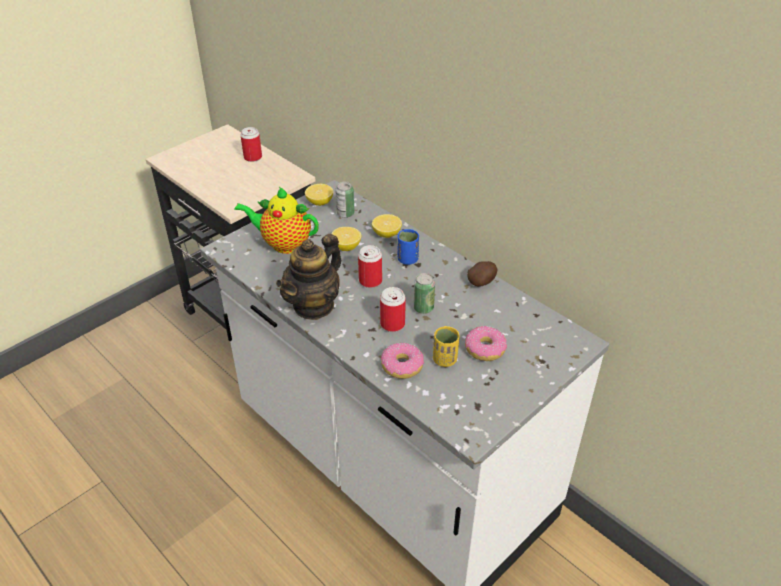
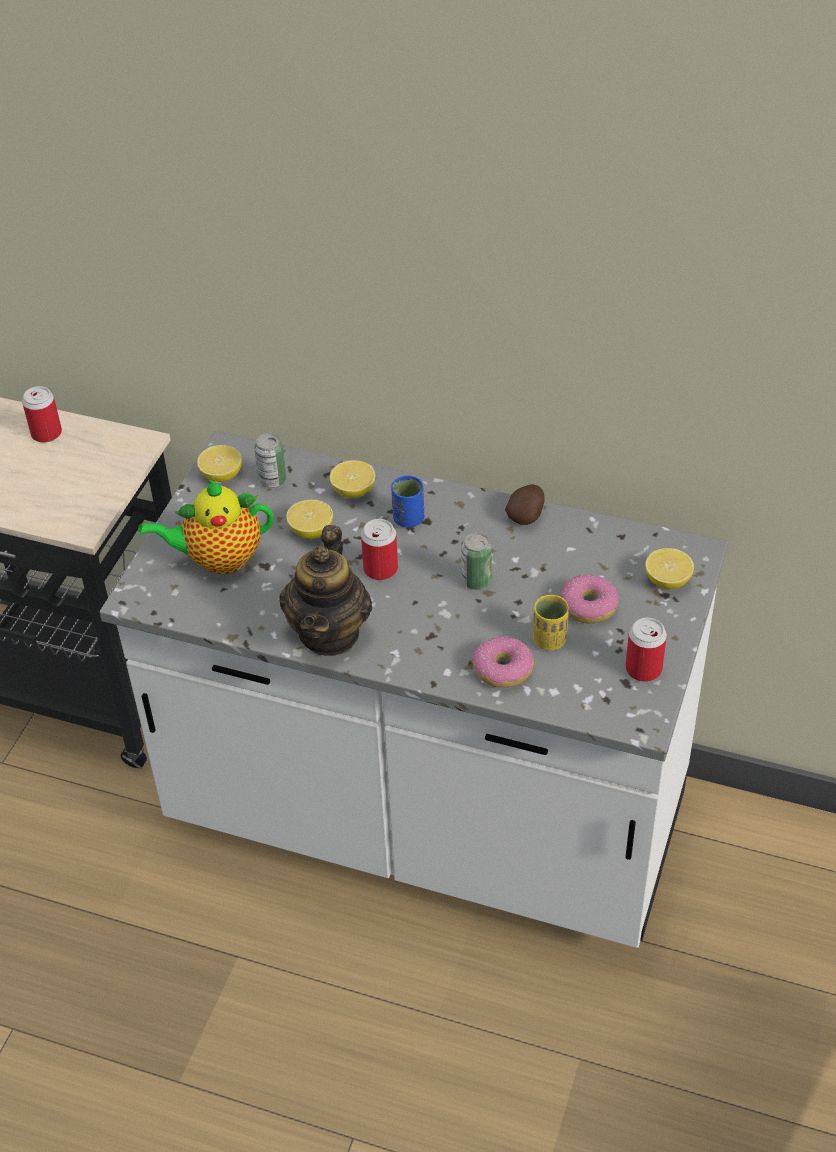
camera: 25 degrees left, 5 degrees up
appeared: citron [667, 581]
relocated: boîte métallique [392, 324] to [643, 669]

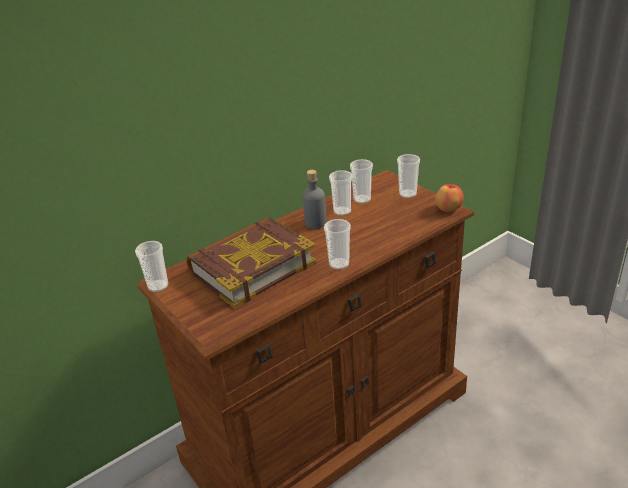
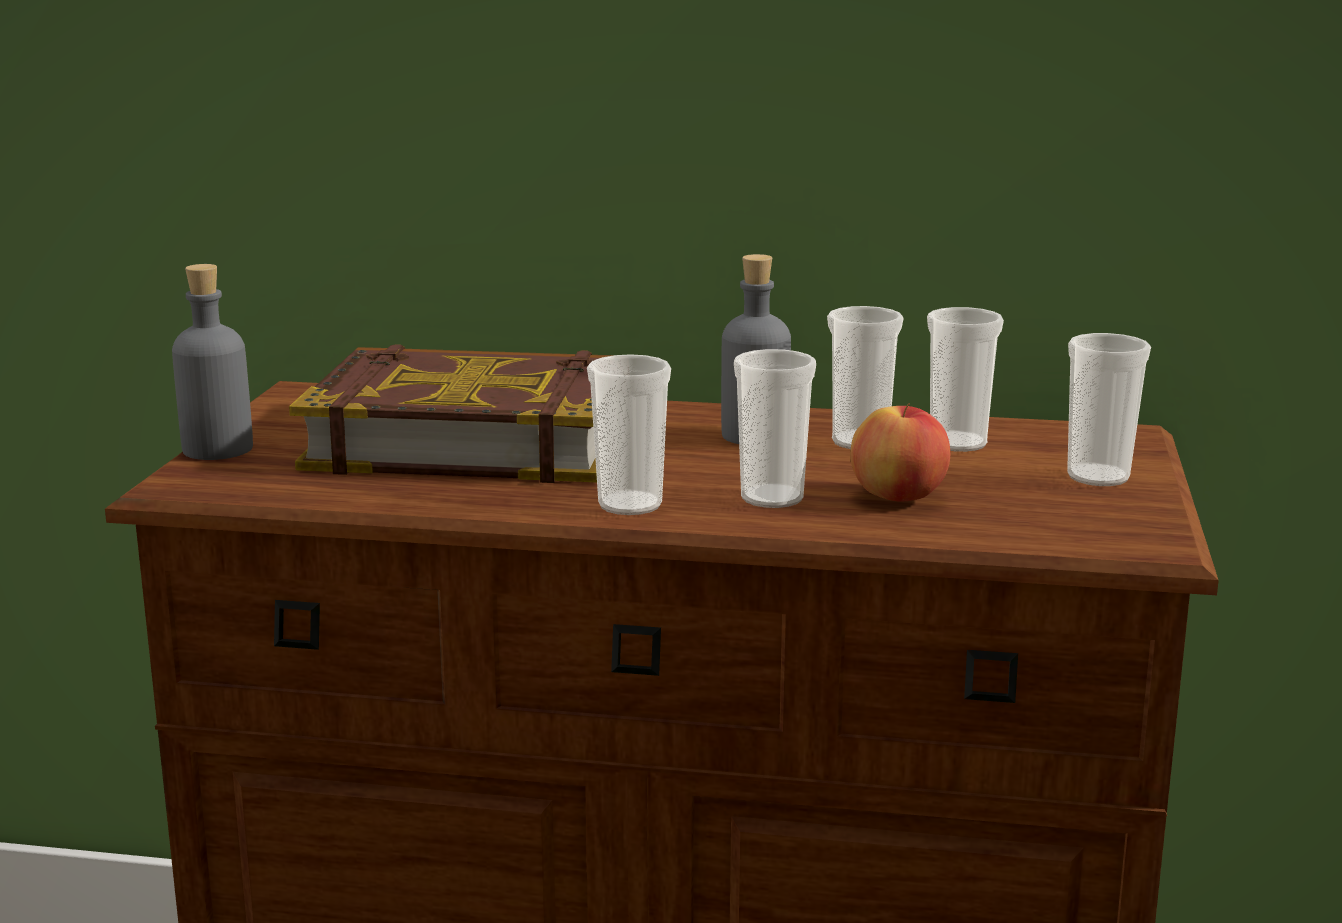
camera: 45 degrees right, 15 degrees down
appeared: bouteille (gris) [217, 449]
relocated: pomme [448, 209] to [899, 497]; tasse [158, 286] to [772, 498]

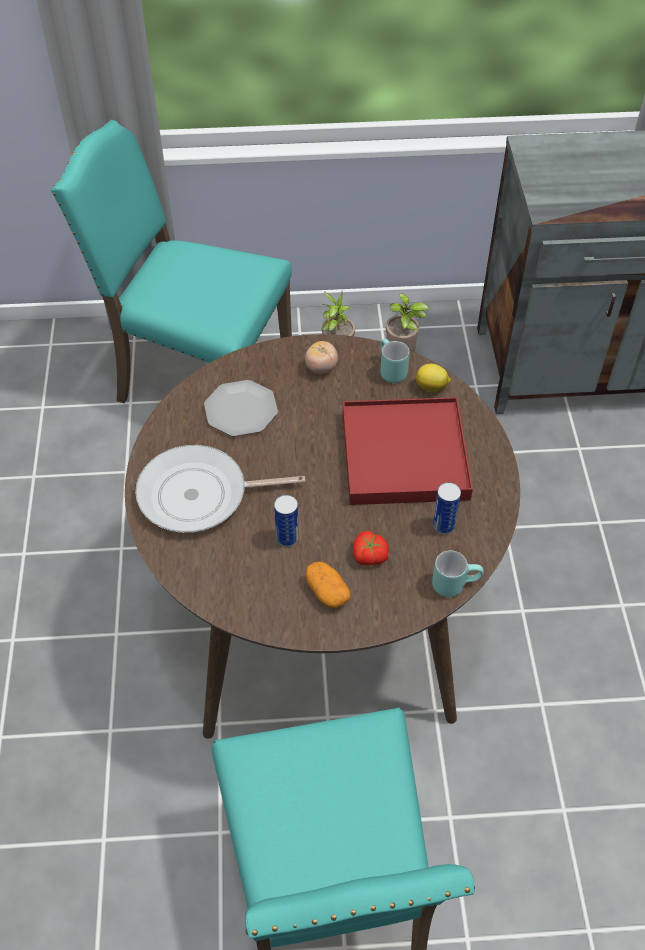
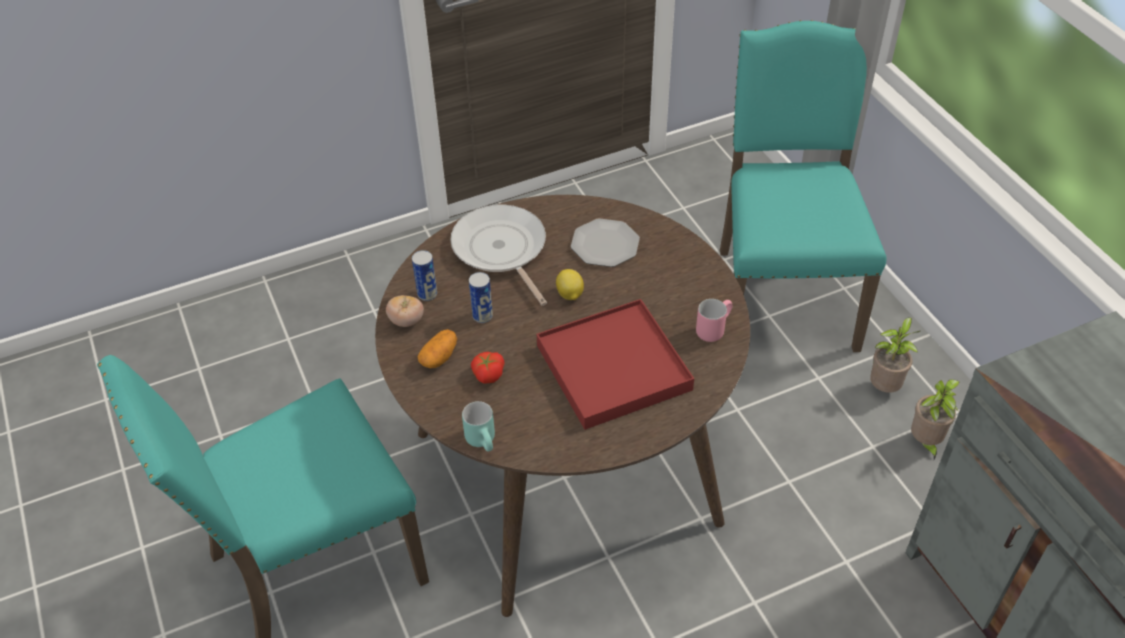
camera: 70 degrees right, 5 degrees down
relocated: tomate [321, 368] to [406, 321]; citron [431, 387] to [569, 295]; boîte métallique [443, 526] to [427, 294]
colour: mug (turquoise) [389, 370] to mug (rose) [712, 328]

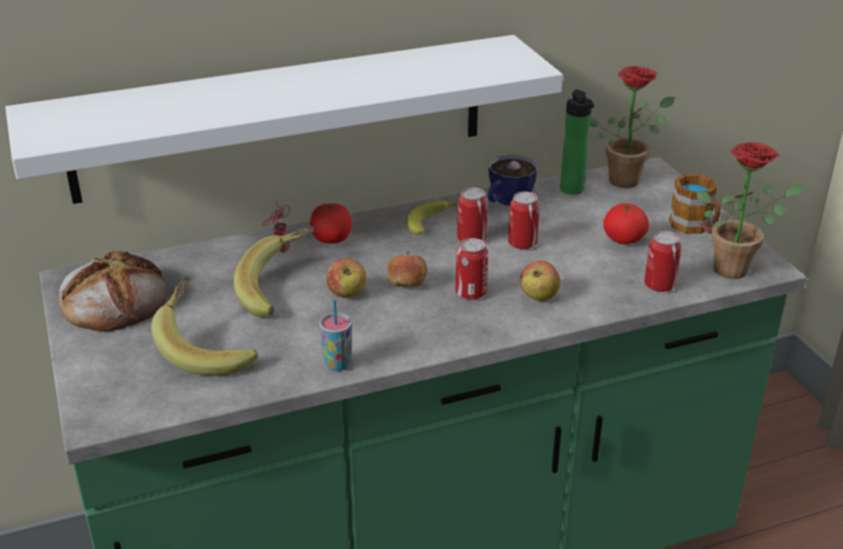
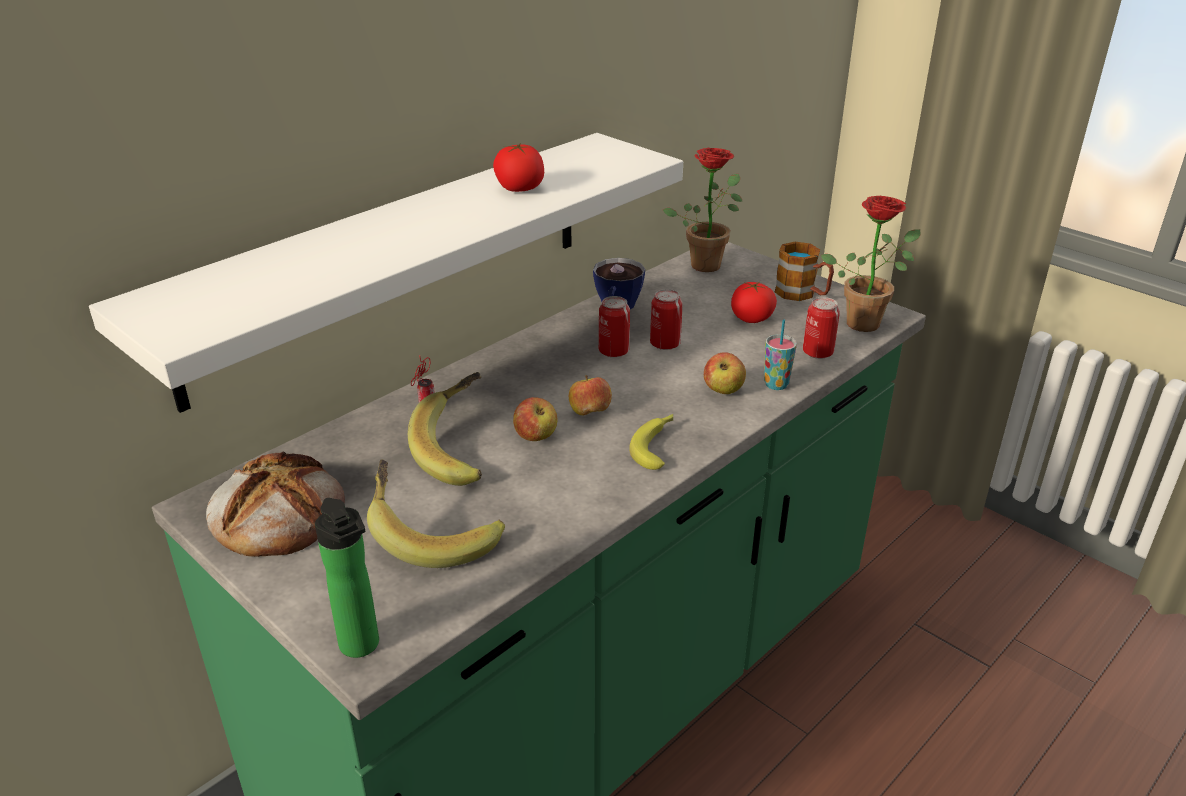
camera: 25 degrees left, 0 degrees up
missing: boîte métallique [471, 293]
relocated: bouteille [573, 191] to [362, 647]; banane [433, 220] to [657, 446]; tomate [331, 239] to [520, 189]; tasse [337, 364] to [776, 384]

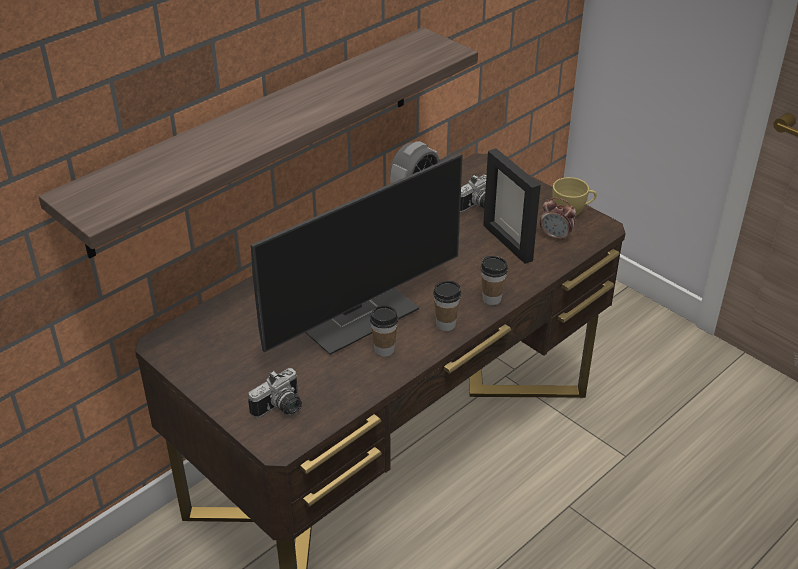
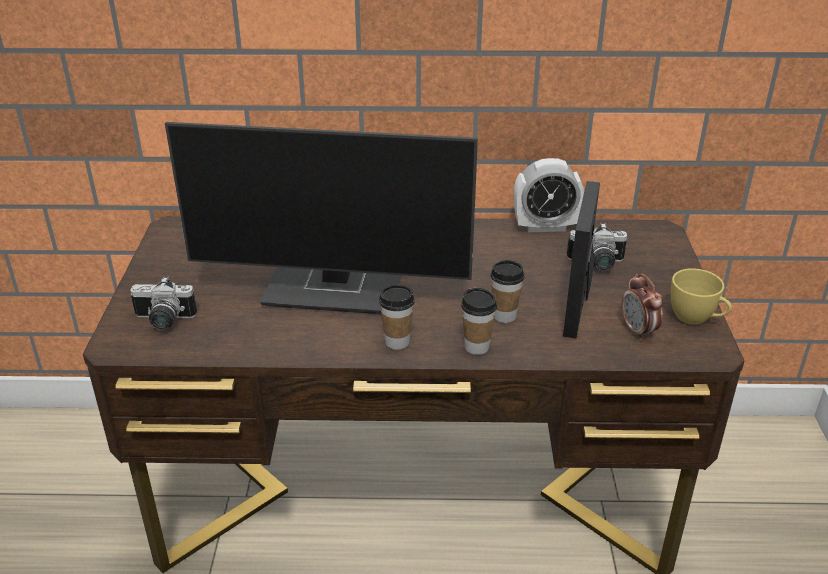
camera: 45 degrees right, 5 degrees down
missing: étagère [257, 137]
relocated: tasse [384, 350] to [504, 316]

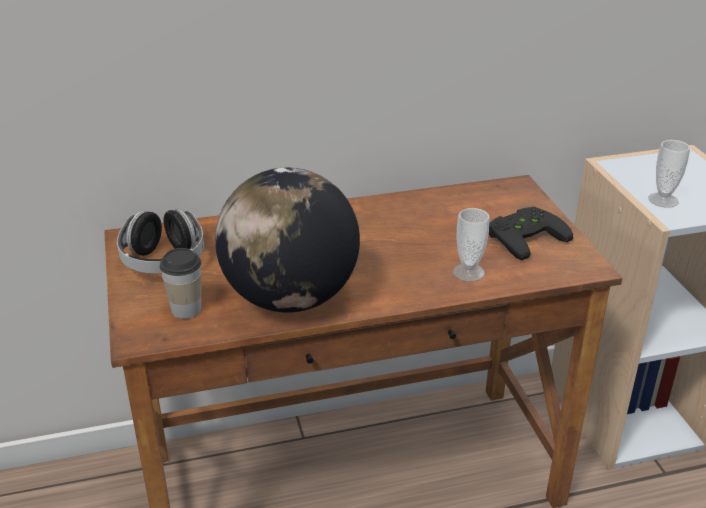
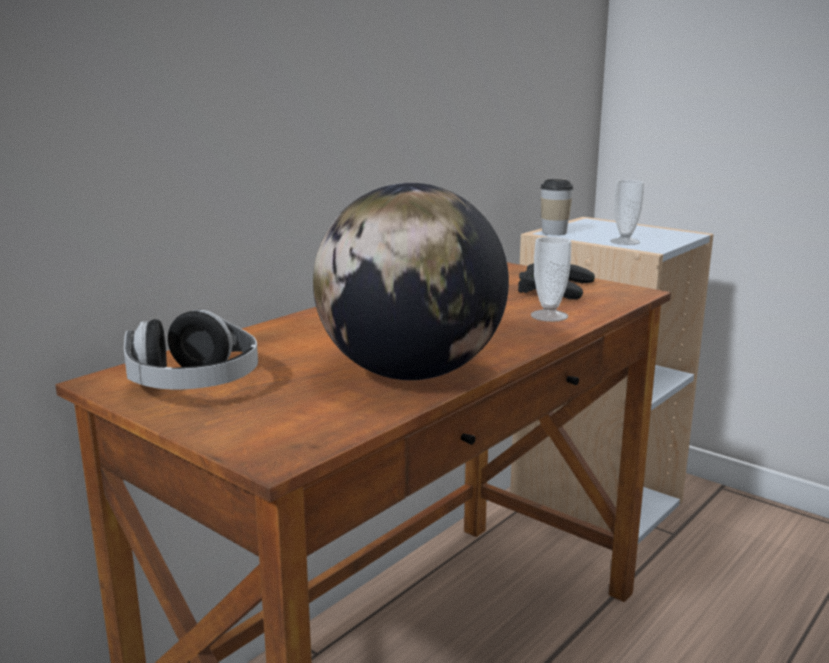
camera: 35 degrees left, 15 degrees down
relocated: tasse [186, 309] to [554, 232]

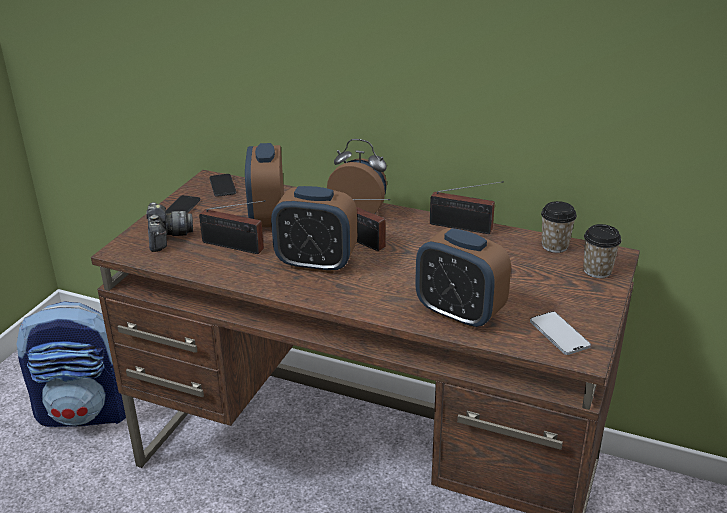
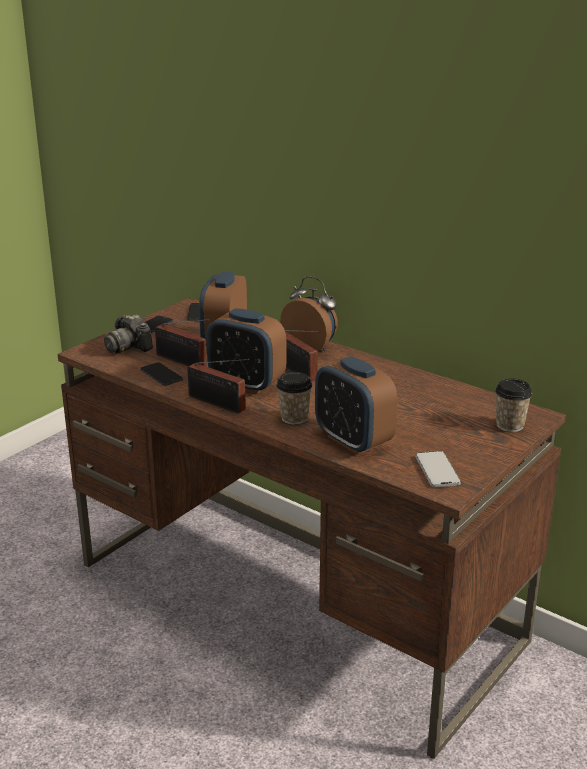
camera: 15 degrees right, 5 degrees down
missing: sac à dos [87, 412]
appeared: téléphone [161, 375]
relocated: radio [464, 227] to [219, 404]; tasse [554, 246] to [294, 418]
spun: appareil photo [167, 237] = [128, 347] 135 degrees clockwise

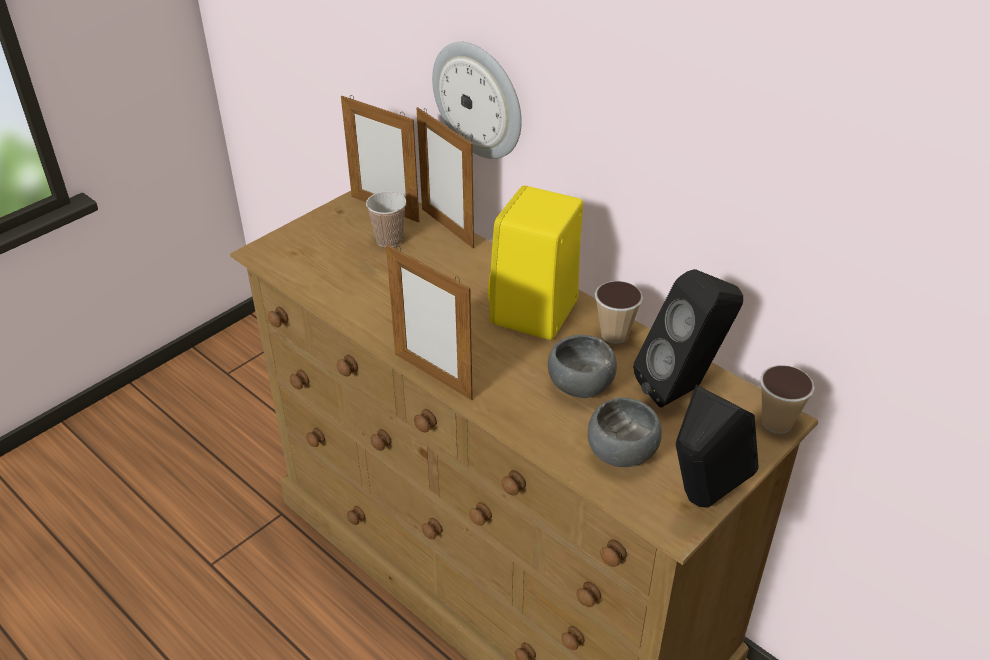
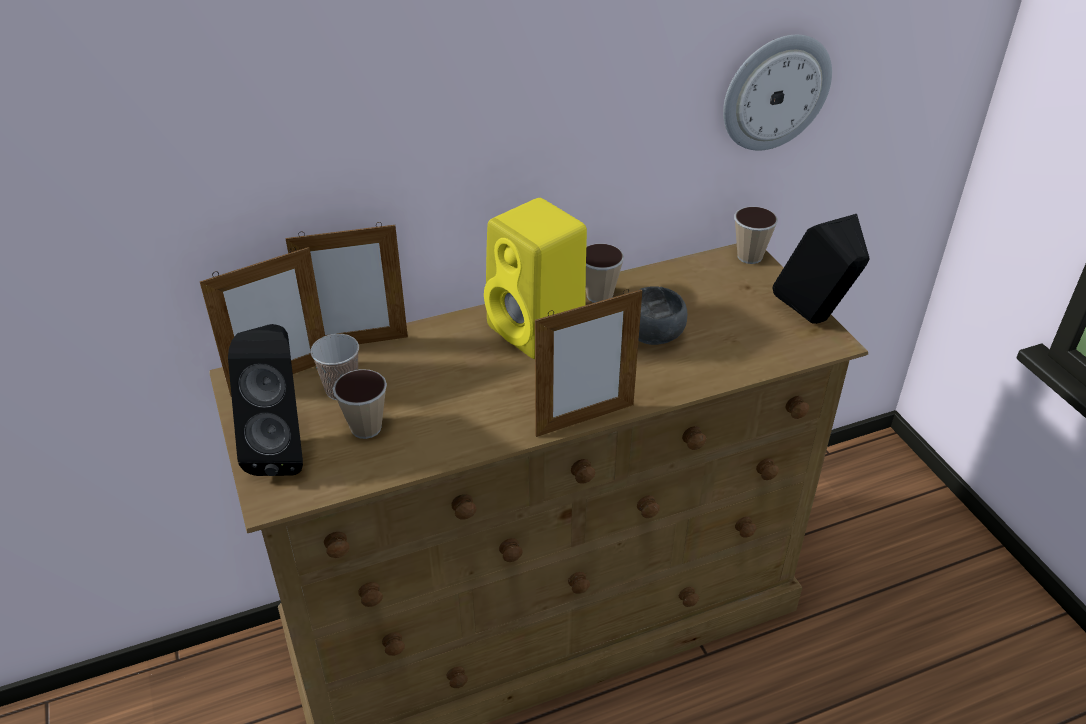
camera: 65 degrees left, 0 degrees up
missing: bol (gris) [623, 452]
appeared: tasse [366, 428]
relocated: horloge murale [479, 100] to [775, 92]; enceinte (noir) [683, 389] to [284, 449]

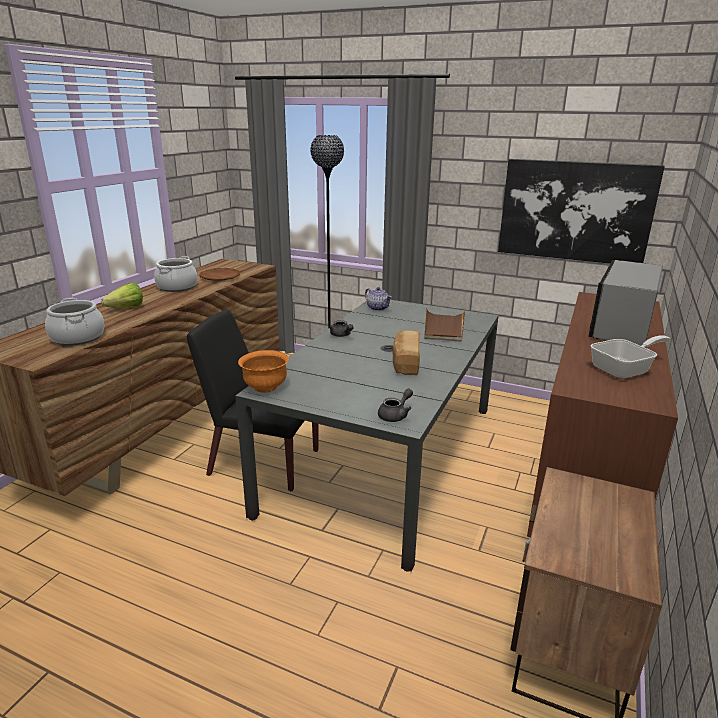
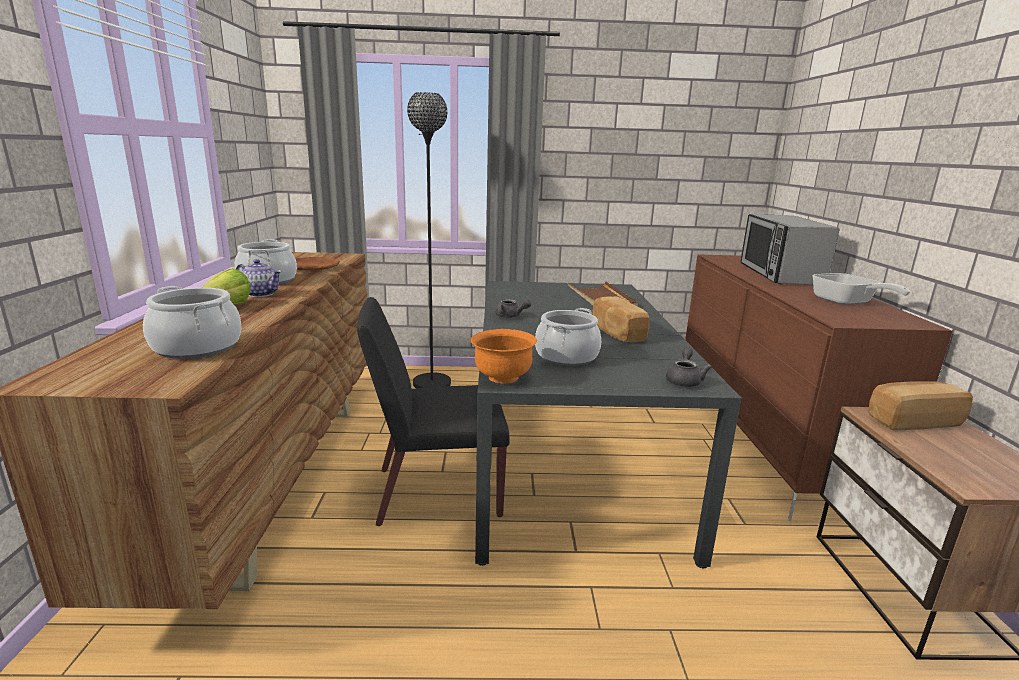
camera: 25 degrees left, 5 degrees down
missing: tableau [575, 211]
appeared: marmite [567, 356]; pain [911, 421]
relocated: théière [377, 308] to [260, 294]
spun: poêle [625, 370] = [847, 303] 120 degrees clockwise

